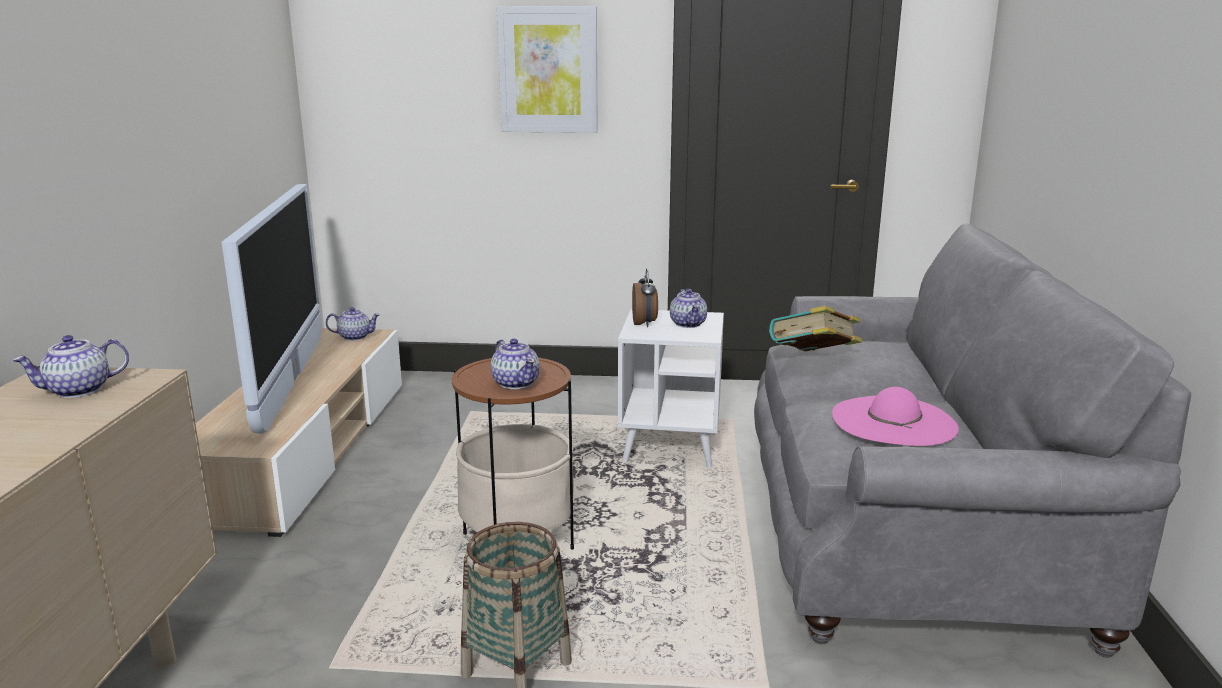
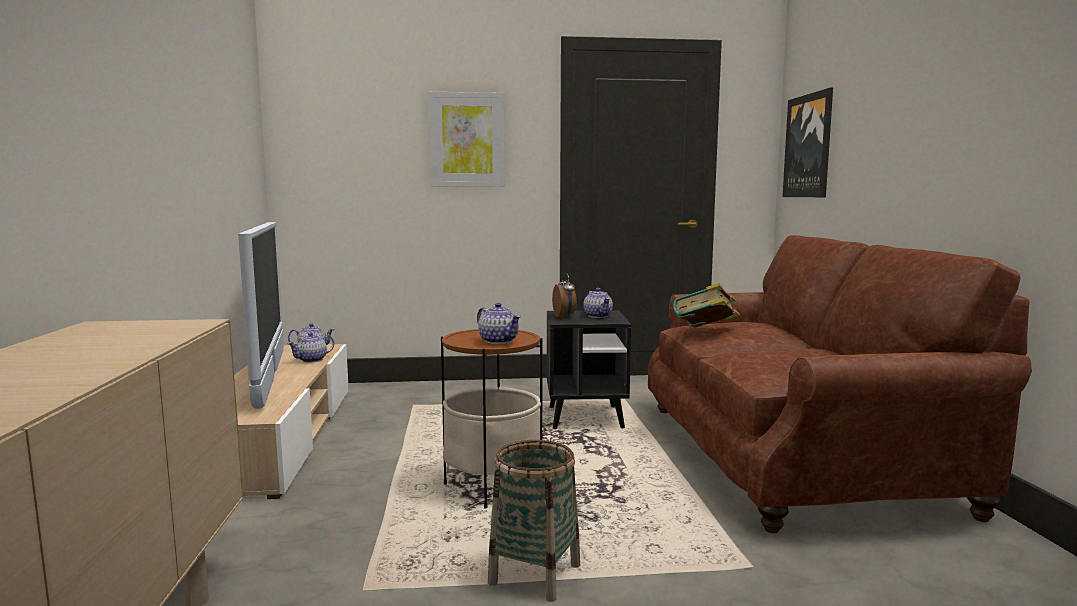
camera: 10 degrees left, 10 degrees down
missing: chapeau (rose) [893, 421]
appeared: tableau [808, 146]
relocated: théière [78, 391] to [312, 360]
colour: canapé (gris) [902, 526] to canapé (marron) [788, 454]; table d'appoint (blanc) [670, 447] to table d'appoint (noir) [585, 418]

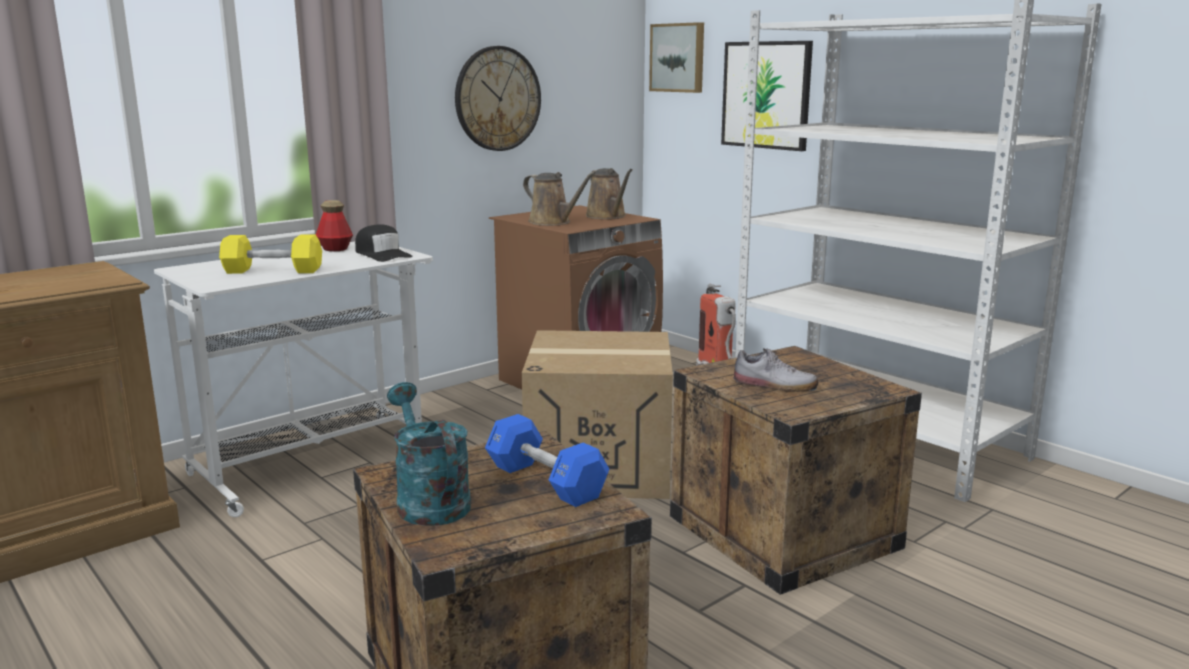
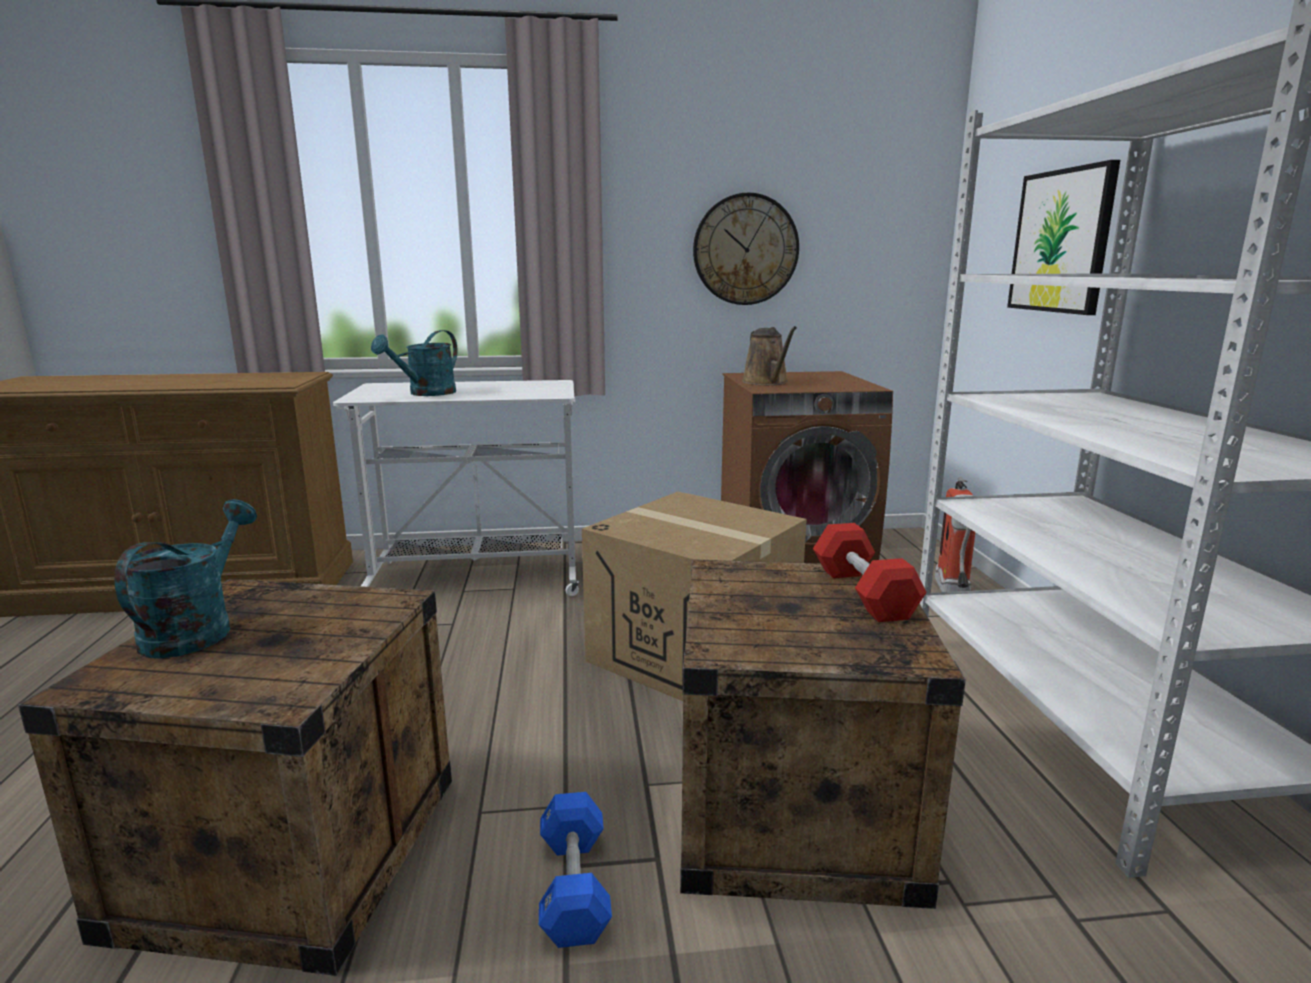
camera: 35 degrees right, 0 degrees up
missing: tableau [678, 58]; arrosoir (marron) [607, 216]; bouteille [335, 249]; casquette (noir) [382, 254]; chaussure [774, 385]
appeared: haltère (rouge) [863, 593]
relocated: haltère (bleu) [545, 481] to [574, 887]
exchanged: haltère (jaune) [273, 271] to arrosoir (turquoise) [426, 393]

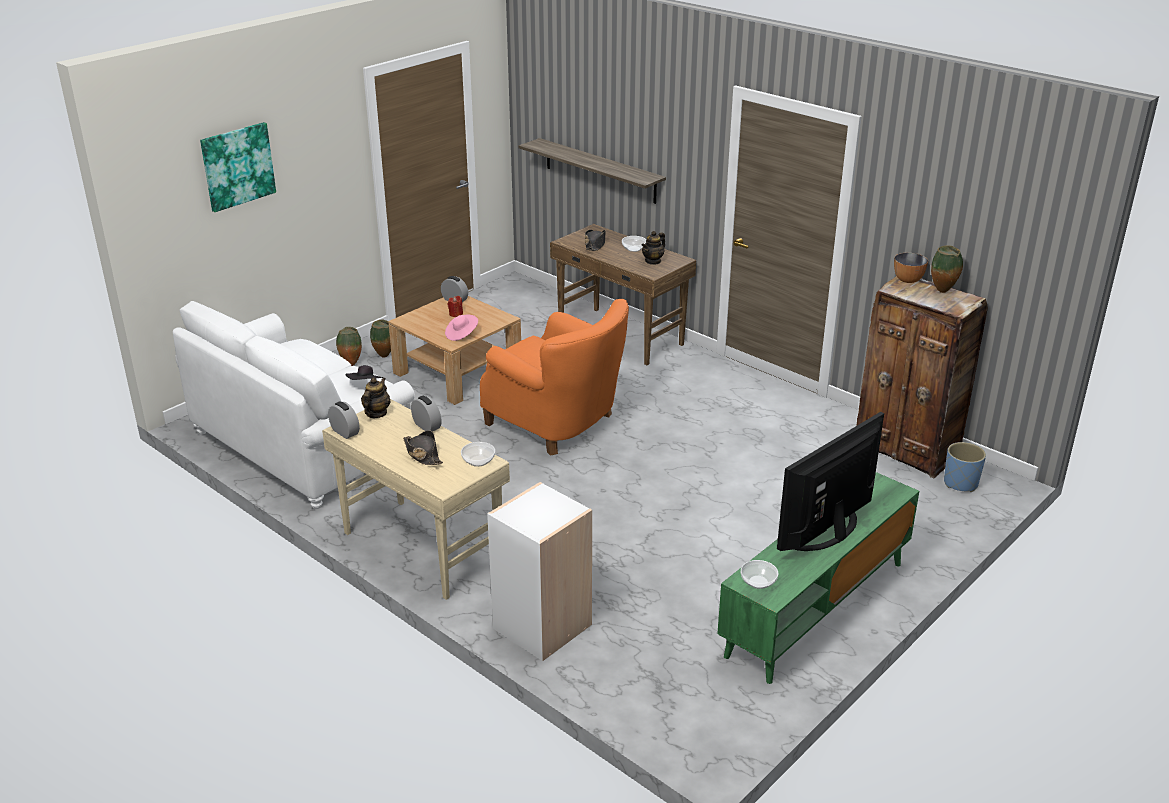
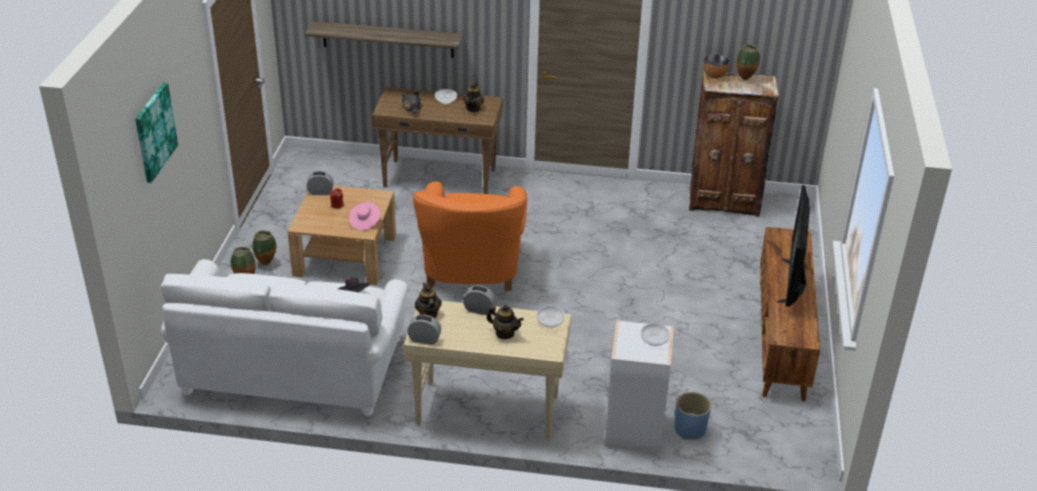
camera: 35 degrees left, 5 degrees up
relocated: cache-pot (bleu) [960, 483] to [690, 430]; bol [757, 582] to [654, 340]
exchanged: chapeau (noir) [422, 454] to théière [504, 333]
colour: meuble télé (vert) [816, 609] to meuble télé (marron) [781, 339]
spun: fauteuil (orange) [556, 423] = [472, 271] 90 degrees clockwise

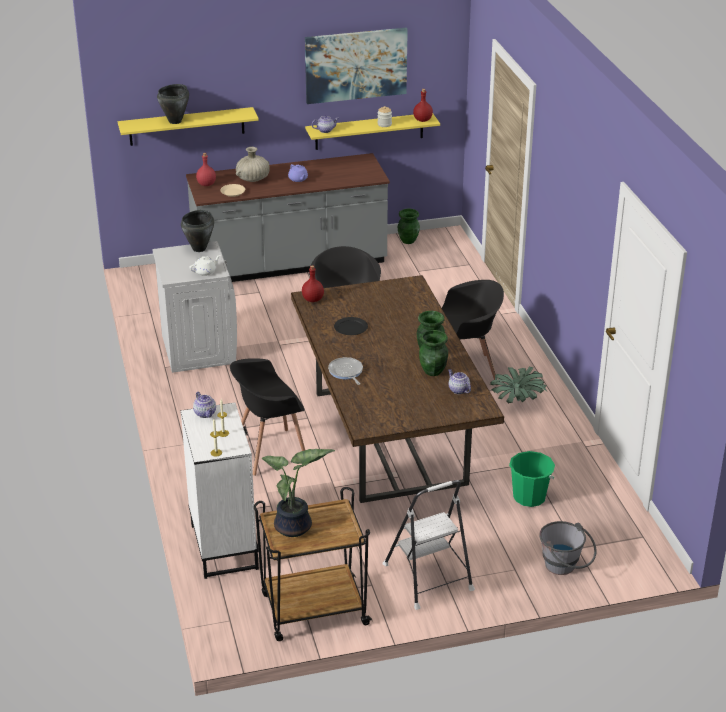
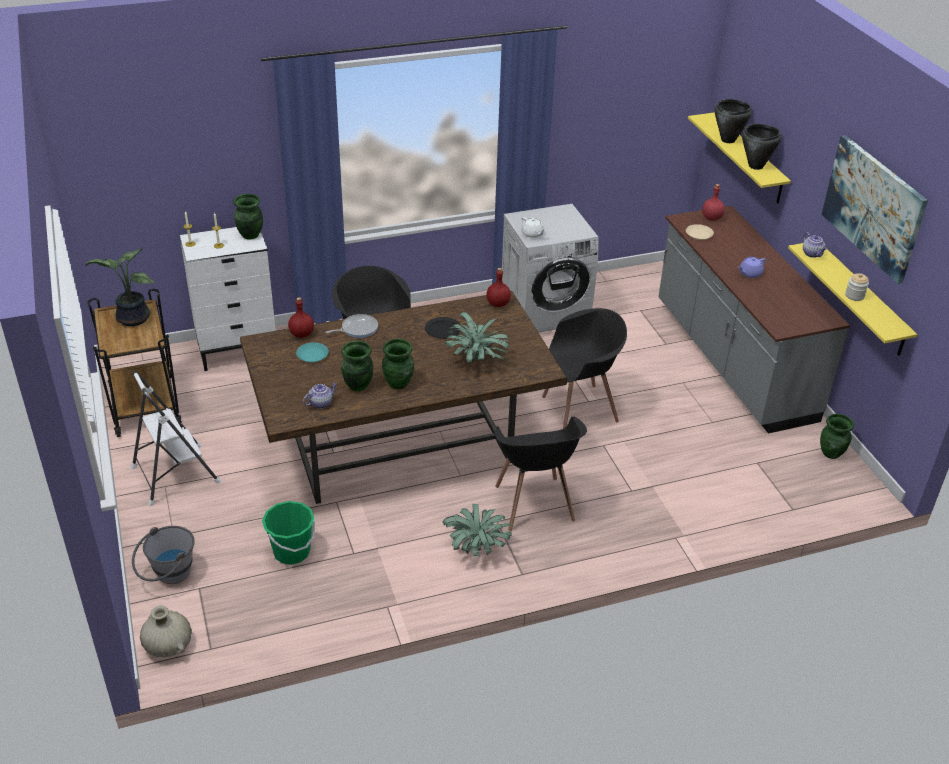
camera: 85 degrees right, 5 degrees up
appeared: plante en pot [476, 360]; assiette (turquoise) [312, 355]
relocated: bouteille (rouge) [423, 120] to [301, 334]; vase (beige) [253, 179] to [168, 645]; marmite (noir) [199, 249] to [756, 166]
exchanged: théière [205, 414] to vase (vert) [250, 235]

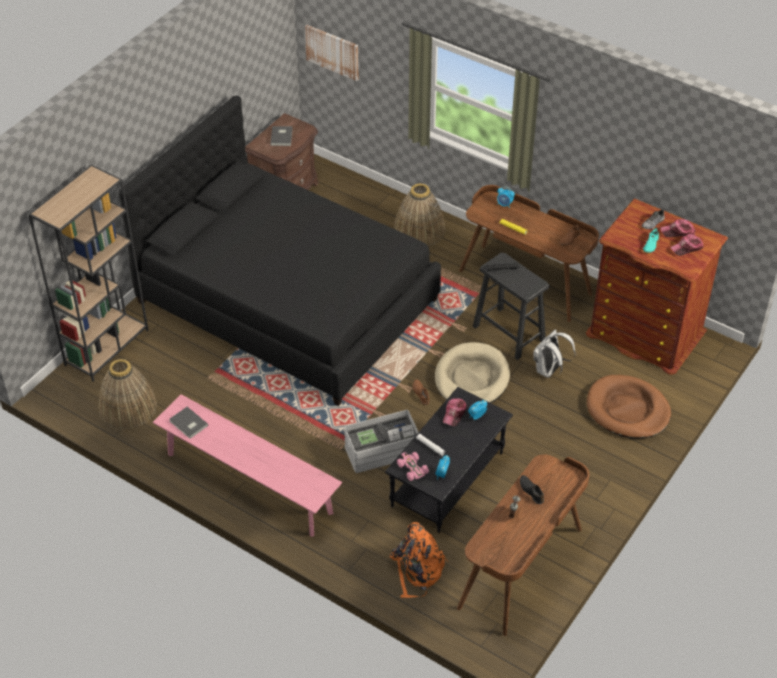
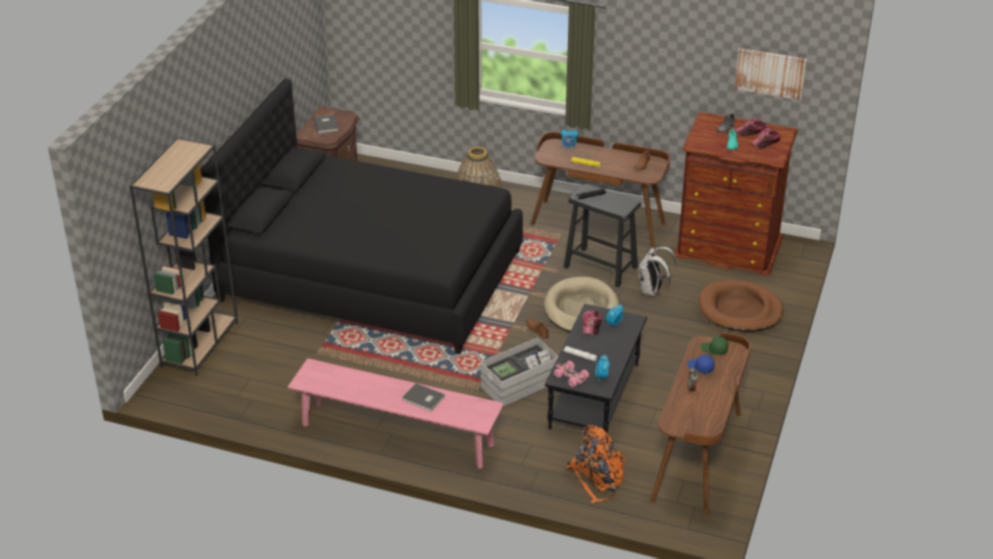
camera: 15 degrees left, 10 degrees down
missing: panier [128, 407]
appeared: casquette (vert) [714, 350]
relocated: tableau [332, 51] to [770, 73]; livre (gris) [188, 424] to [423, 399]
exchanged: chaussure (noir) [531, 491] to casquette (bleu) [700, 367]

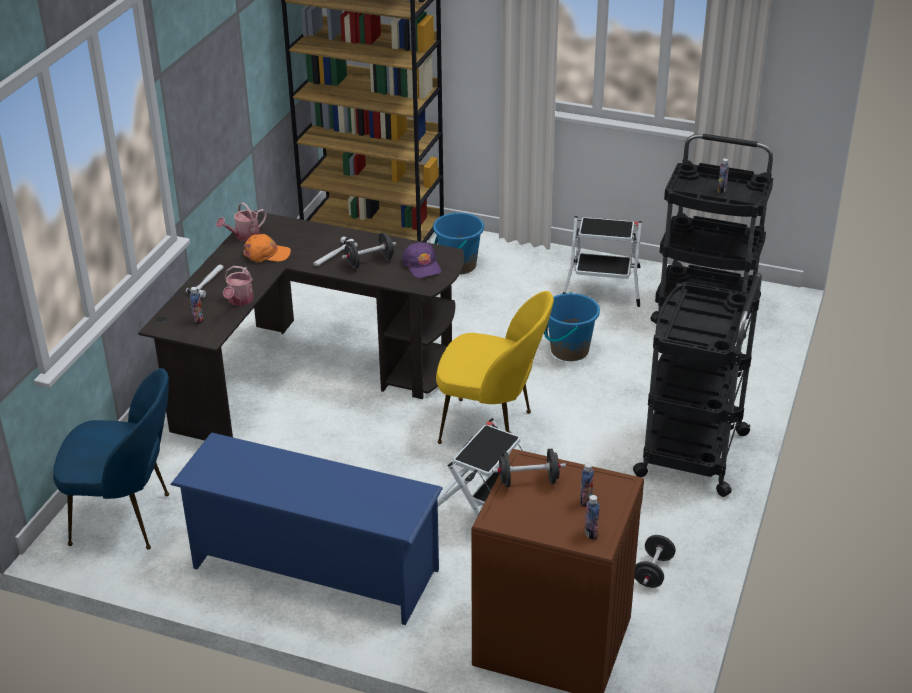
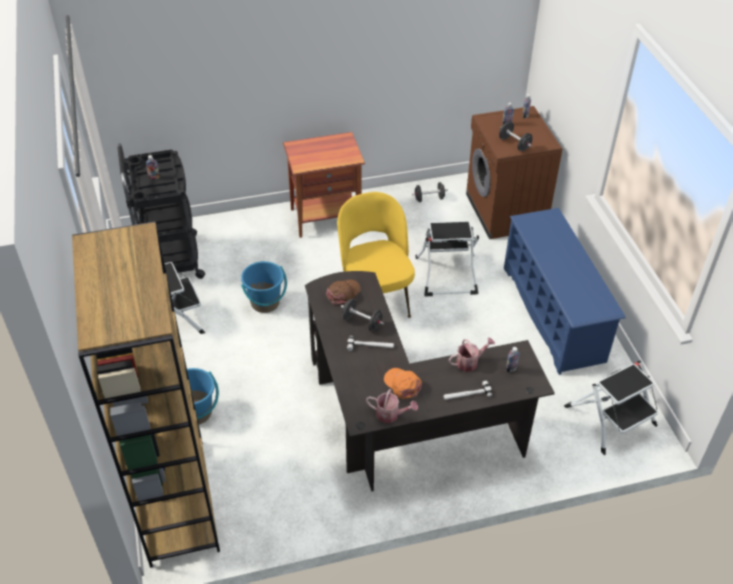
camera: 125 degrees left, 10 degrees up
exchanged: chariot (noir) [690, 454] to table de chevet [326, 217]; chaise (bleu) [129, 521] to escabeau [610, 418]
colour: casquette (violet) [422, 265] to casquette (marron) [343, 293]

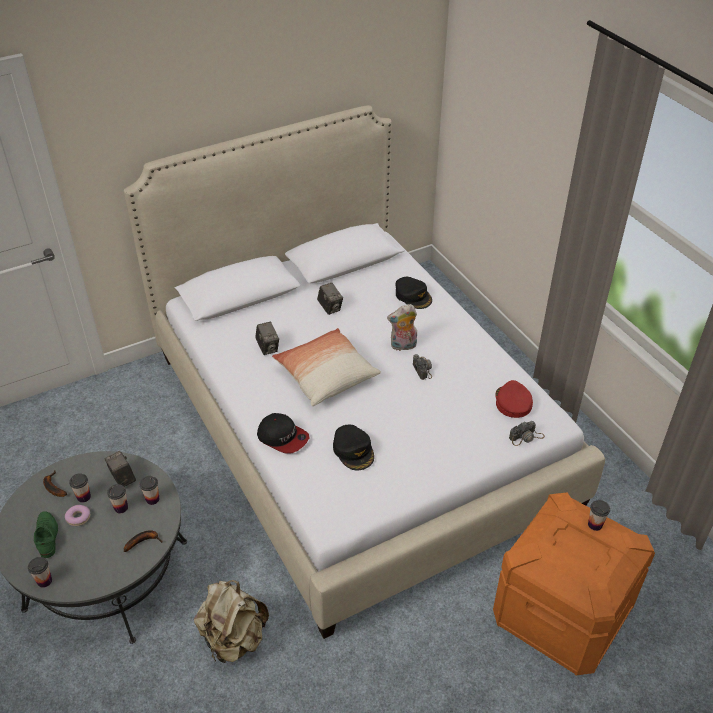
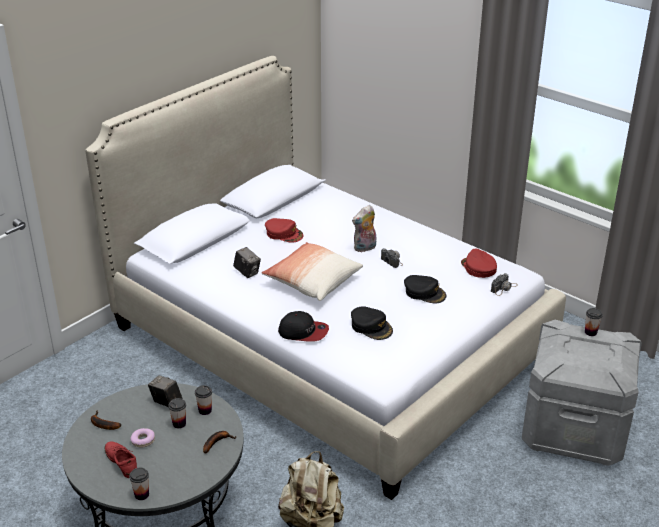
camera: 20 degrees left, 10 degrees down
missing: tasse [84, 497]
relocated: casquette (noir) [413, 296] to [424, 293]
exchanged: appareil photo [330, 308] to casquette (rouge) [284, 234]
colour: boîte de rangement (orange) [562, 614] to boîte de rangement (gris) [574, 430]; chaussure (vert) [47, 536] to chaussure (rouge) [121, 461]

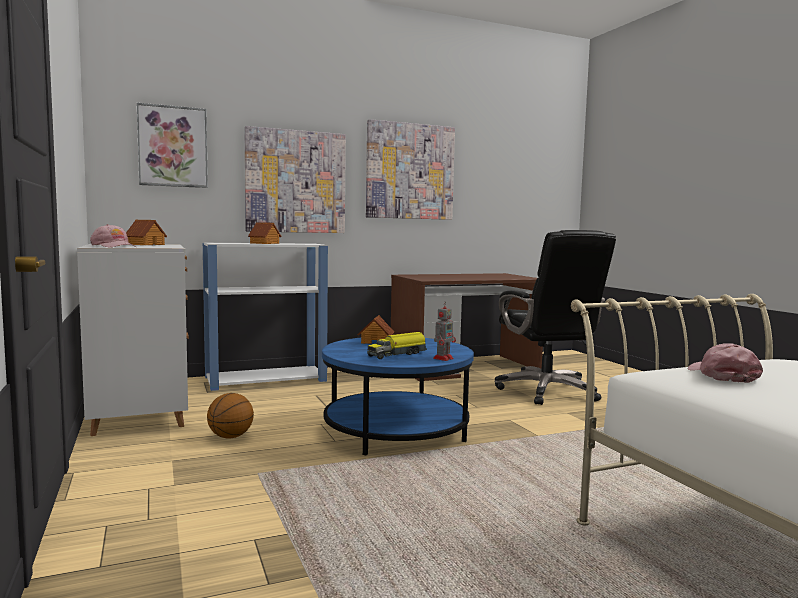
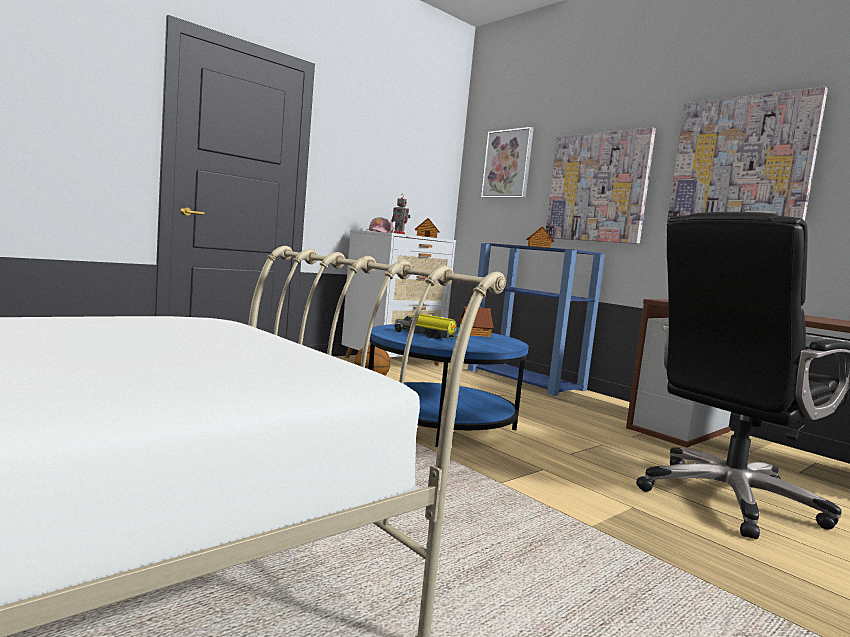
camera: 70 degrees right, 0 degrees up
missing: casquette (rose) [722, 375]
relocated: robot jouet [443, 358] to [399, 234]
colour: bibliothèque (blanc) [266, 379] to bibliothèque (bleu) [525, 380]

